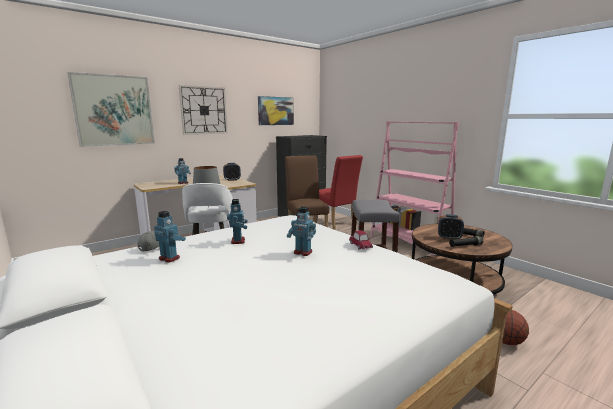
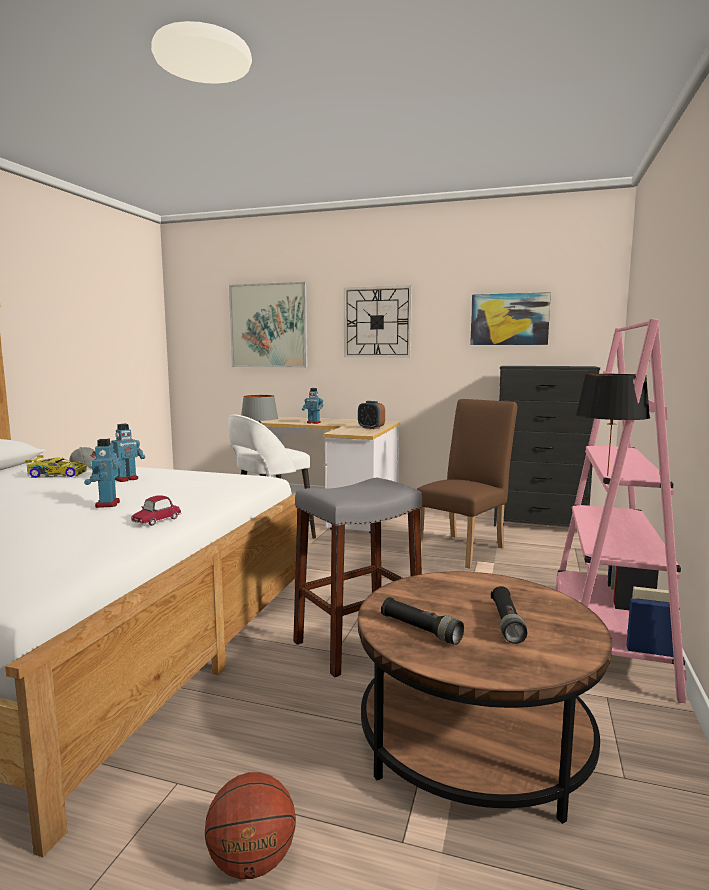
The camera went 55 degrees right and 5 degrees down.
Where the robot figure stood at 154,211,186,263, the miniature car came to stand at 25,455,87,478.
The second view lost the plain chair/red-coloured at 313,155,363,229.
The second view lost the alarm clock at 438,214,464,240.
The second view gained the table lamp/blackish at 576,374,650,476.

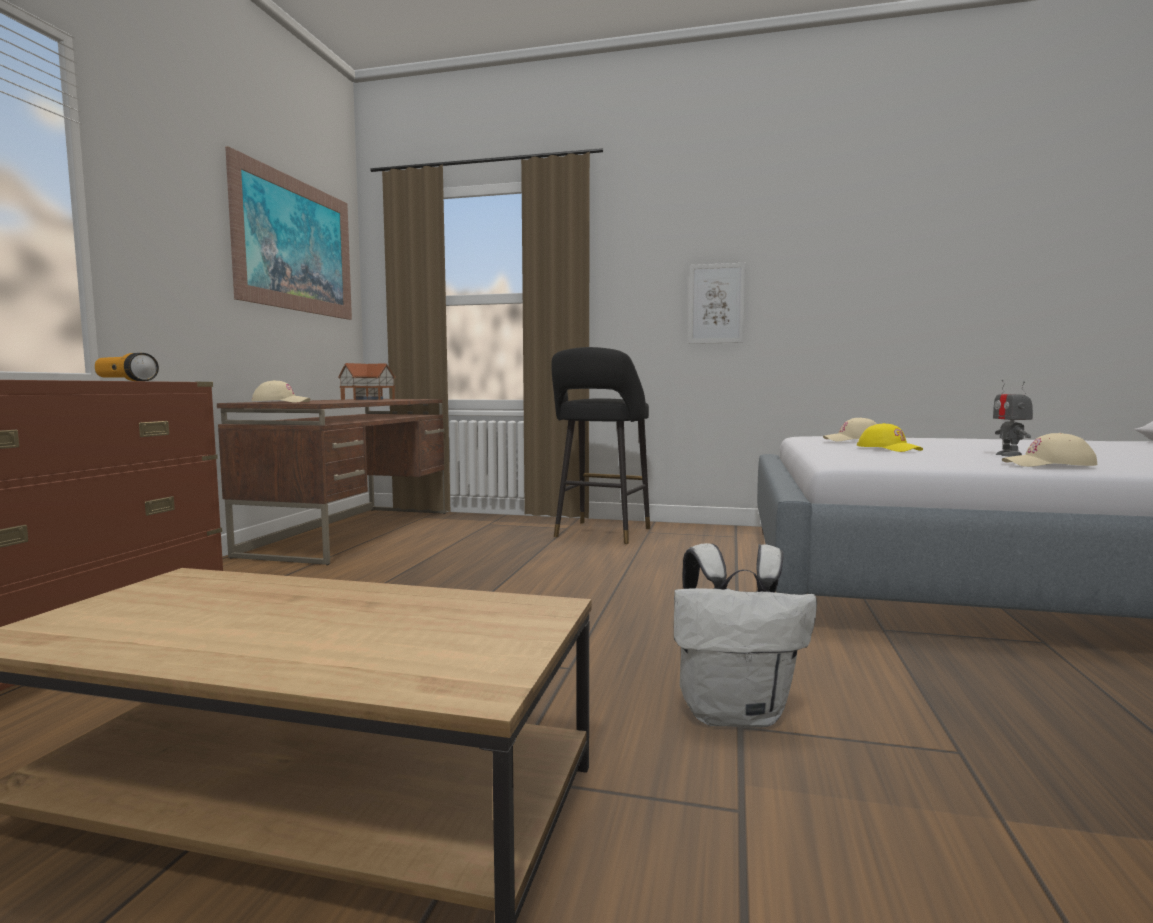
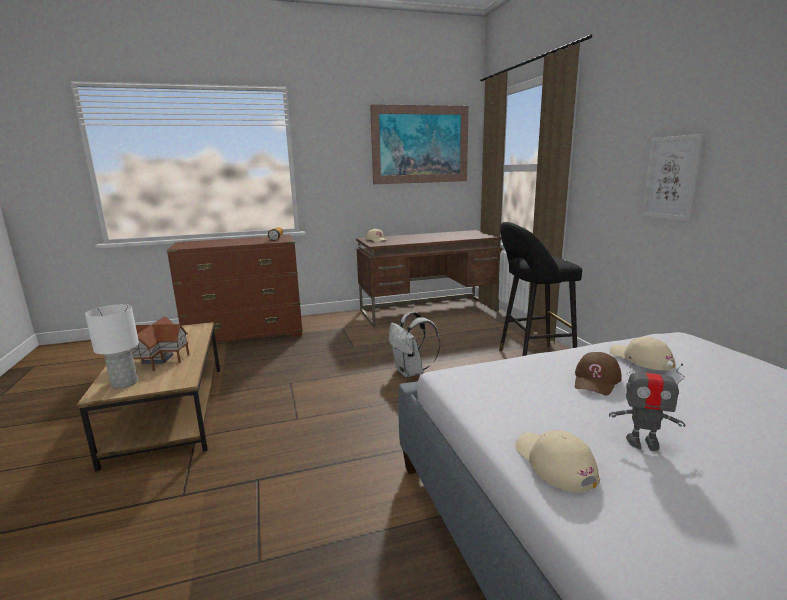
The camera went 60 degrees right and 10 degrees up.
The toy house ended up elsewhere, having gone from 338,363,396,400 to 132,316,189,371.
The backpack/whitish ended up elsewhere, having gone from 674,543,817,728 to 389,312,440,377.
What was the cap/yellowish at 857,423,923,452 turned into the cap/brownish at 575,352,622,396.
The robot figure at 993,380,1033,456 ended up facing another way, 135 degrees counterclockwise from before.
The second view gained the table lamp/whitish at 85,304,139,389.

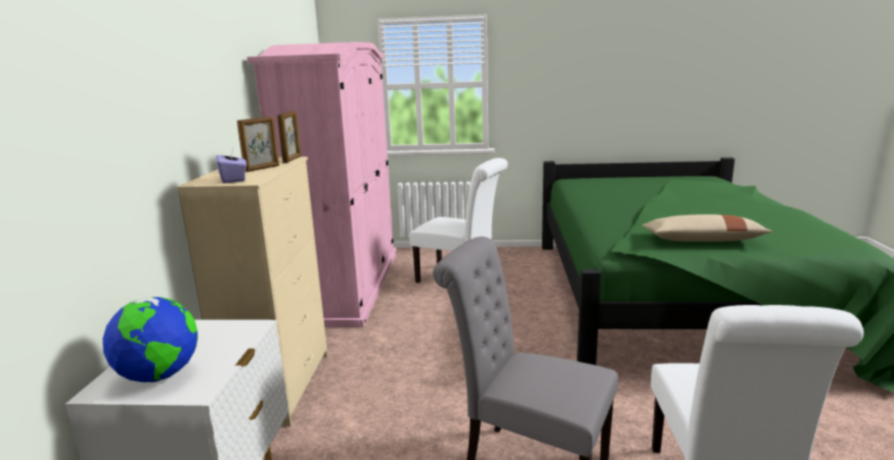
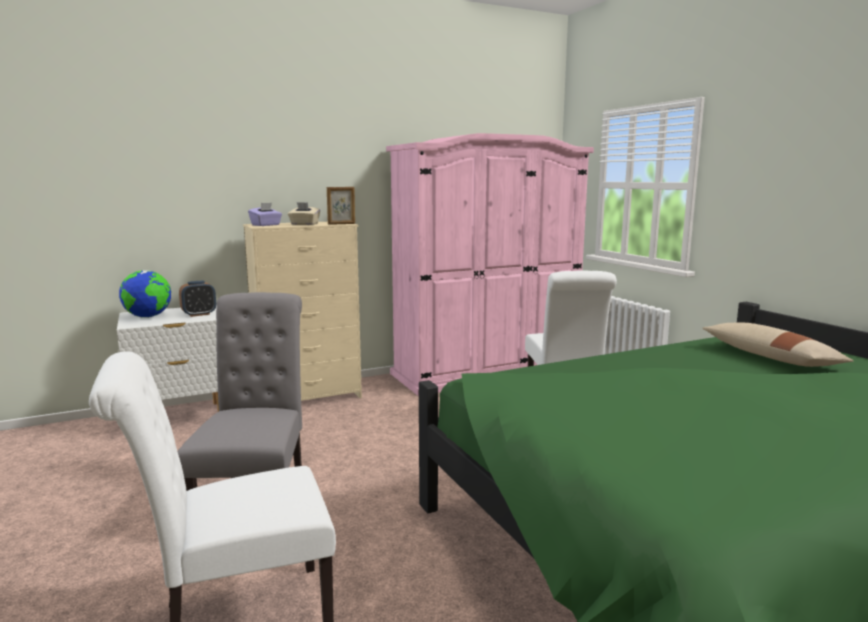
The camera went 60 degrees right and 5 degrees down.
Where the picture frame stood at 237,116,279,172, the box of tissues/beige-coloured came to stand at 288,202,320,225.
The pillow/beige-coloured ended up elsewhere, having gone from 642,214,773,242 to 702,323,854,367.
The second view gained the alarm clock at 179,281,216,317.

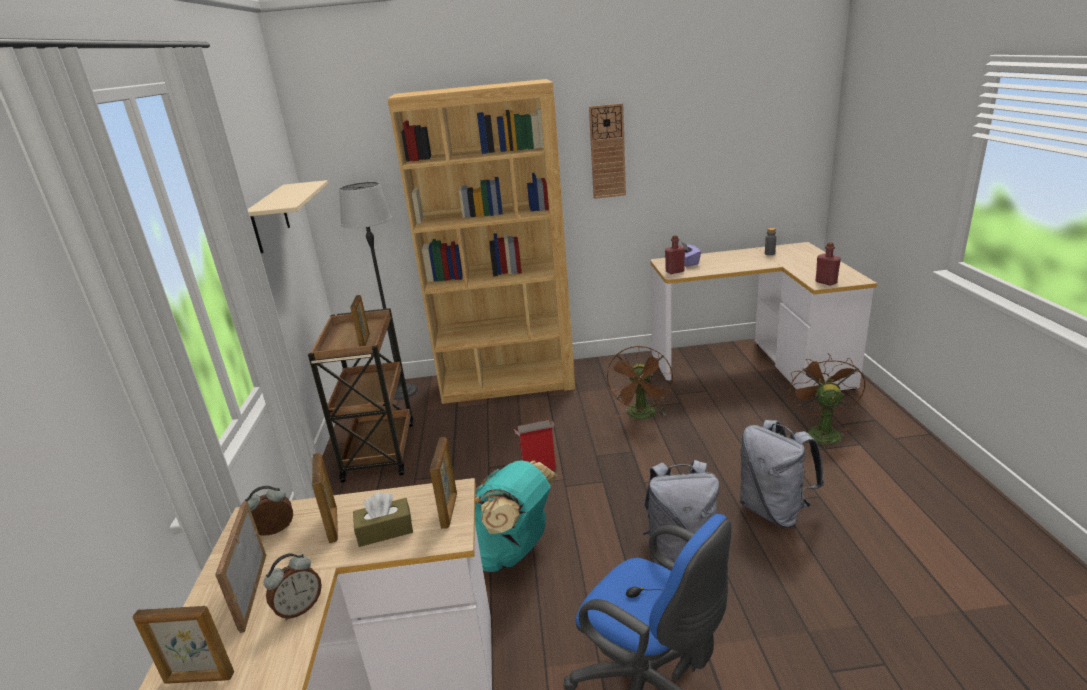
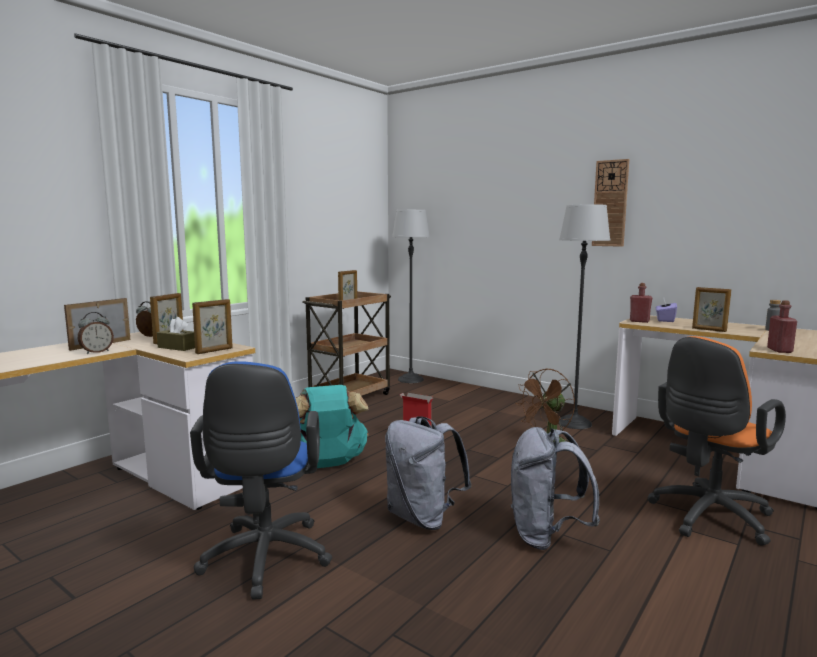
The camera went 40 degrees right and 15 degrees down.
The picture frame ended up elsewhere, having gone from 133,606,234,684 to 692,287,731,332.
The second view lost the shelf/beige-coloured at 248,180,328,253.
The alarm clock at 264,553,322,621 ended up facing another way, 45 degrees counterclockwise from before.
The second view lost the shelving unit/brownish at 387,79,576,404.
Where the cooling fan/brownish stood at 789,353,866,450, the office chair/orange-coloured came to stand at 647,336,786,546.
The second view gained the standard lamp at 558,204,610,429.

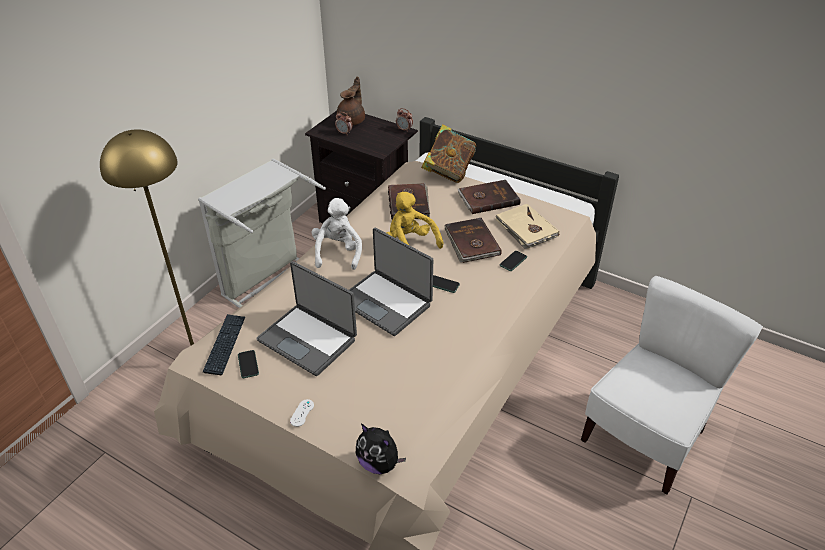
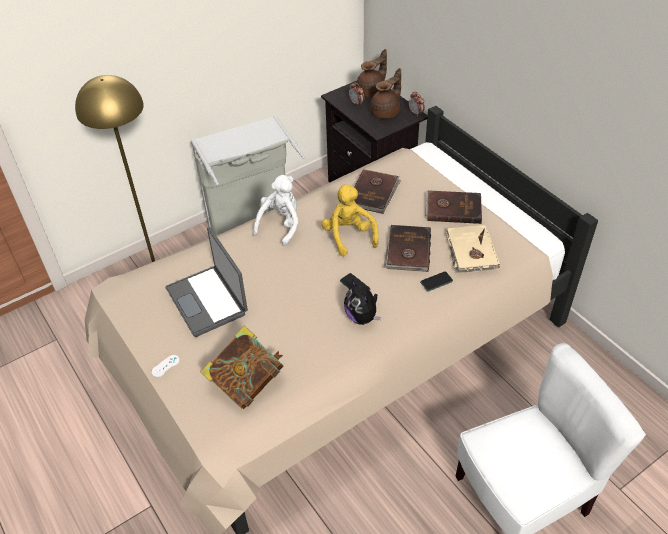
The camera went 25 degrees right and 5 degrees up.
The second view lost the computer keyboard at 203,314,245,375.
The second view lost the handset at 238,350,259,378.
The second view lost the portable computer at 349,228,433,336.
The cuddly toy ended up elsewhere, having gone from 356,424,406,474 to 344,279,381,325.
The book ended up elsewhere, having gone from 421,124,476,183 to 200,325,284,409.
The second view gained the teapot/brownish at 370,68,401,119.

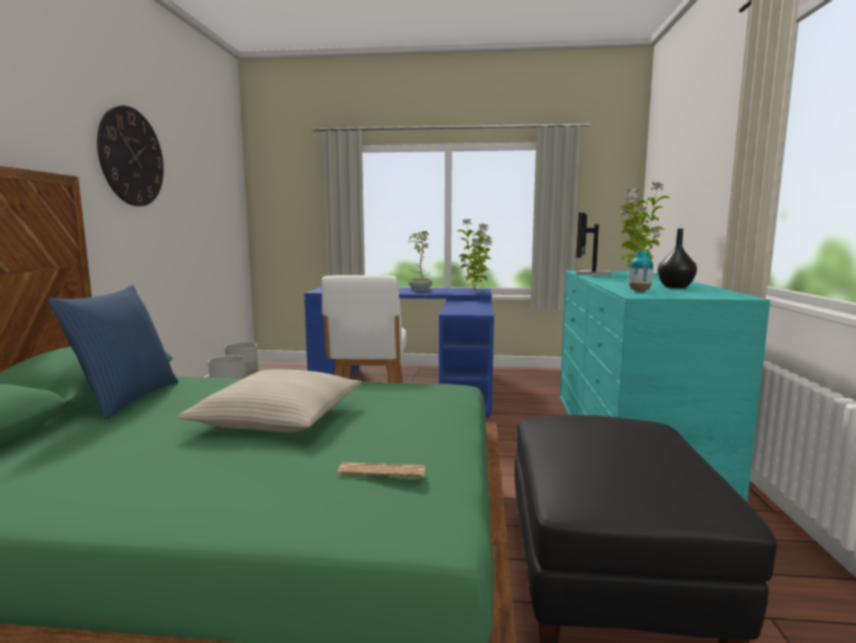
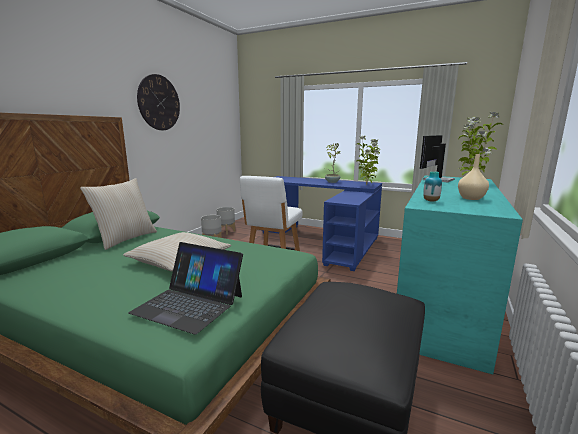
The camera went 20 degrees right and 5 degrees up.
What was the pillow/bluish at 48,285,178,419 turned into the pillow/beige-coloured at 80,178,157,250.
Where the newspaper stood at 338,462,425,477, the portable computer came to stand at 129,242,243,335.
What was the decorative vase/blackish at 658,228,697,288 turned into the decorative vase/beige-coloured at 458,154,489,200.

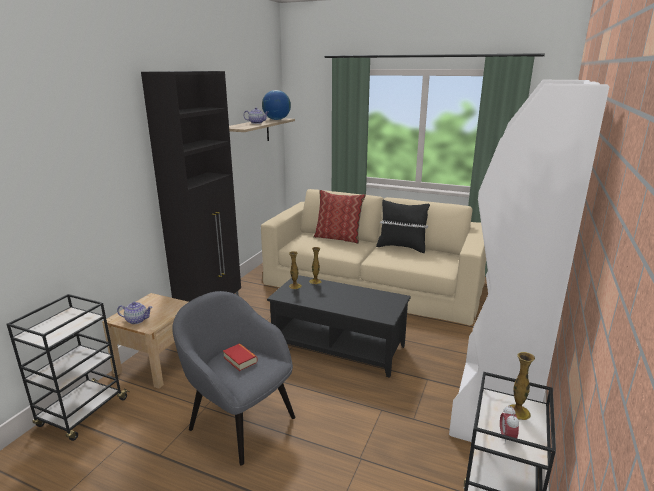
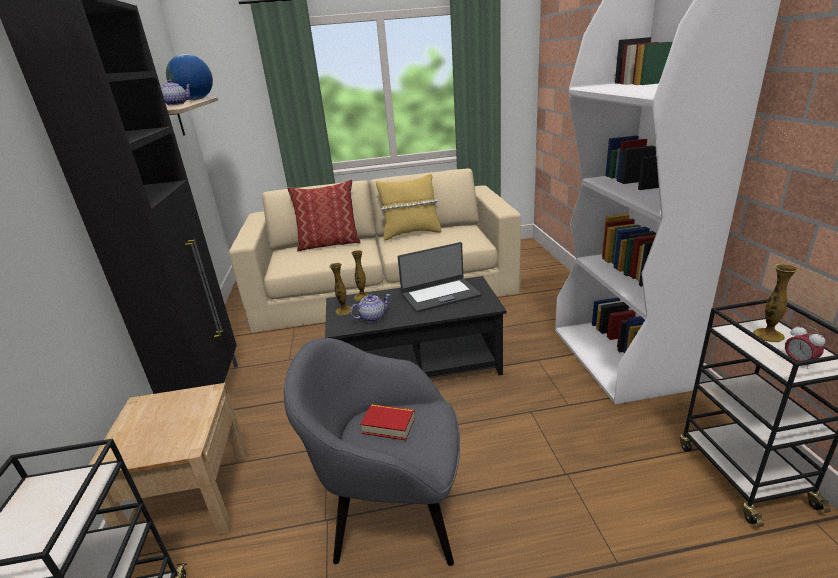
The camera went 30 degrees left and 5 degrees up.
The teapot ended up elsewhere, having gone from 117,302,152,324 to 350,294,390,323.
What was the pillow/blackish at 376,199,430,253 turned into the pillow/yellowish at 376,174,441,241.
The second view gained the portable computer at 398,242,481,312.

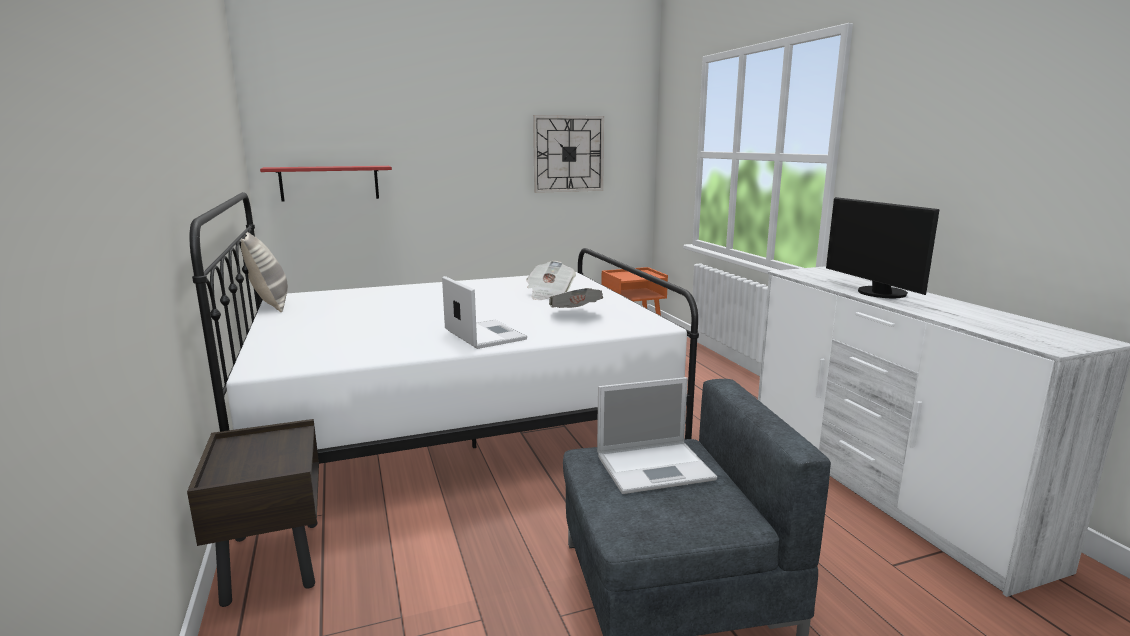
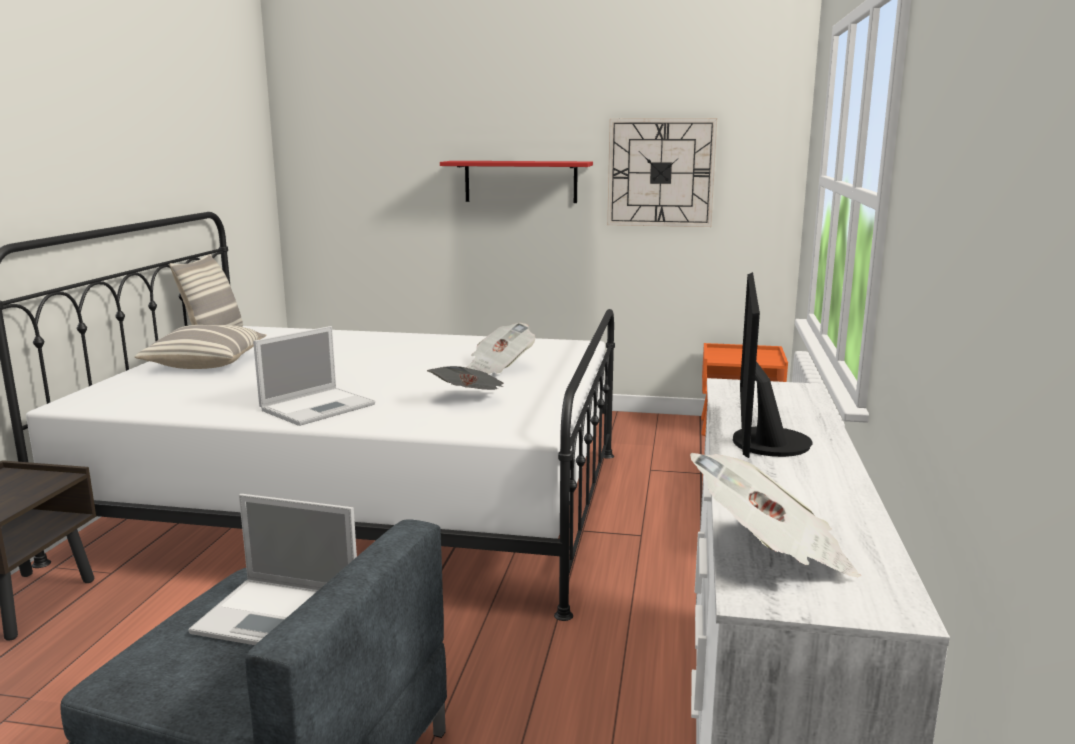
The camera went 30 degrees right and 0 degrees up.
The shelf/red-coloured ended up elsewhere, having gone from 260,166,392,202 to 440,161,593,203.
The portable computer at 442,276,527,349 ended up facing another way, 45 degrees clockwise from before.
The second view gained the pillow at 135,325,267,369.
The second view gained the newspaper at 690,453,861,577.

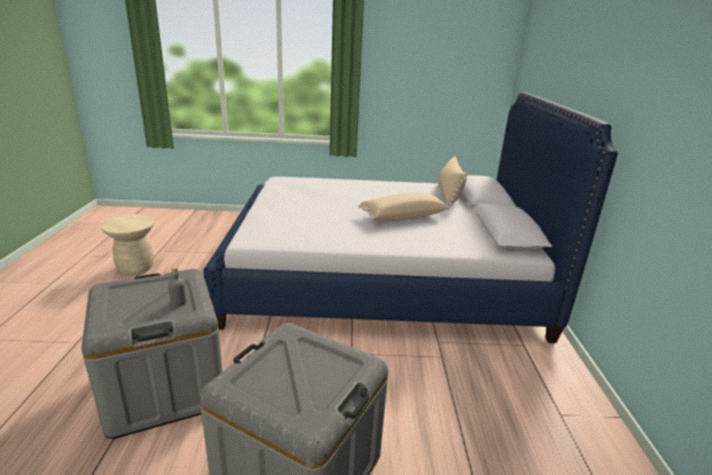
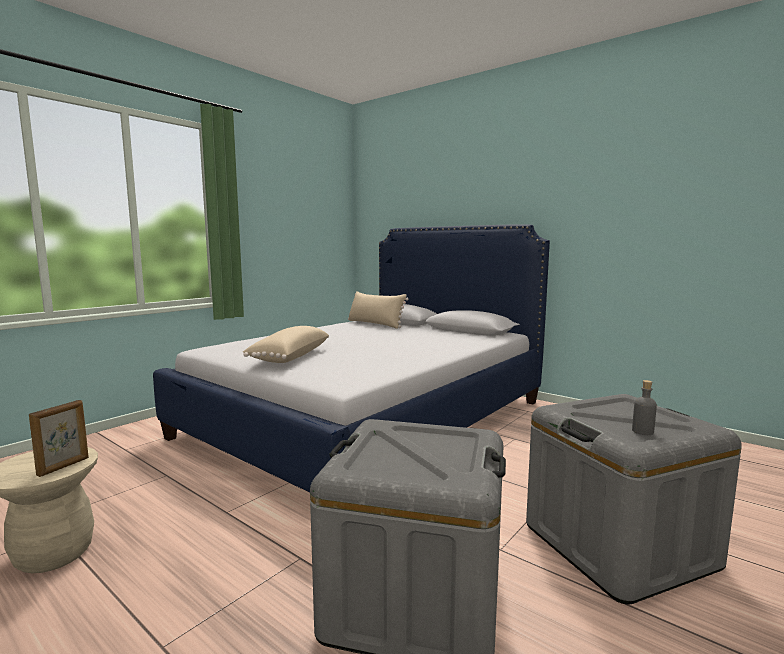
The camera went 50 degrees left and 15 degrees down.
The bottle/greyish ended up elsewhere, having gone from 168,266,187,307 to 632,380,657,435.
The pillow/beige-coloured ended up elsewhere, having gone from 358,193,449,222 to 243,326,329,363.
The second view gained the picture frame at 29,400,89,477.

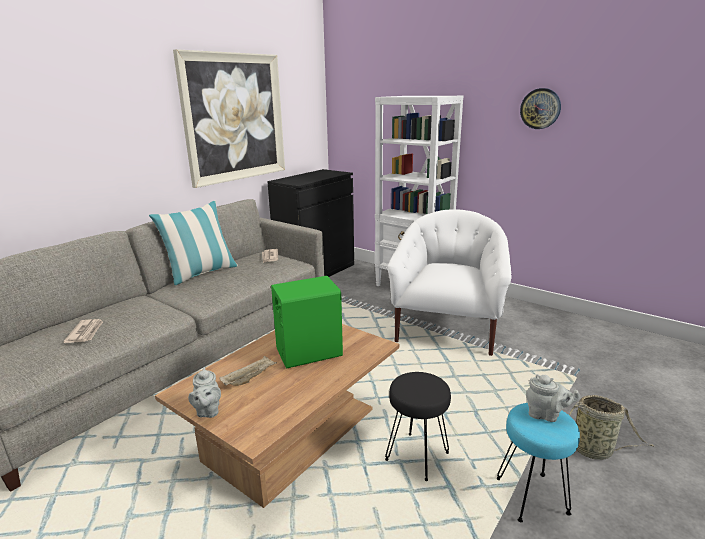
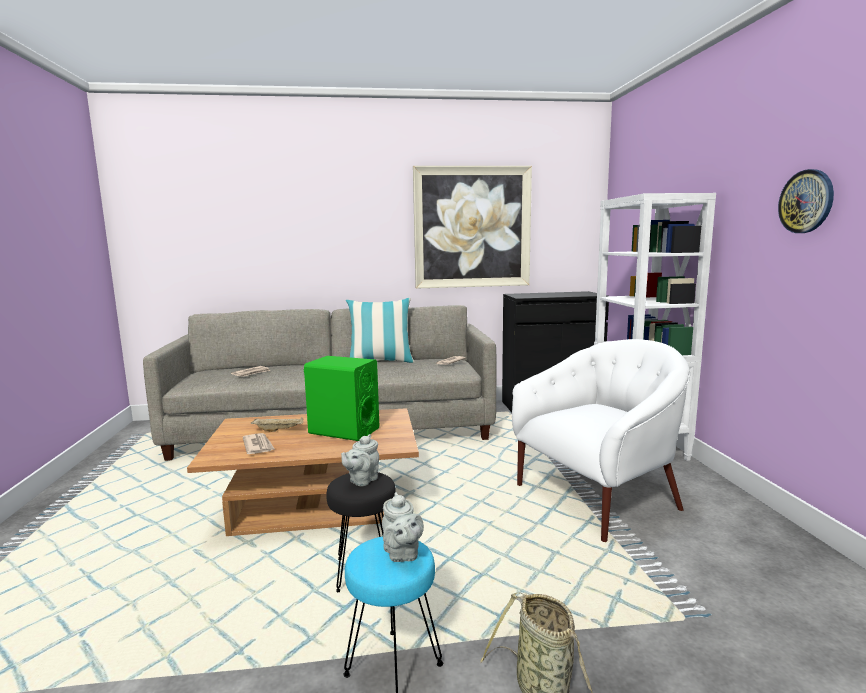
The camera went 45 degrees right and 10 degrees down.
The teapot/greyish ended up elsewhere, having gone from 188,367,221,418 to 341,434,379,486.
The second view gained the newspaper at 243,433,274,454.

